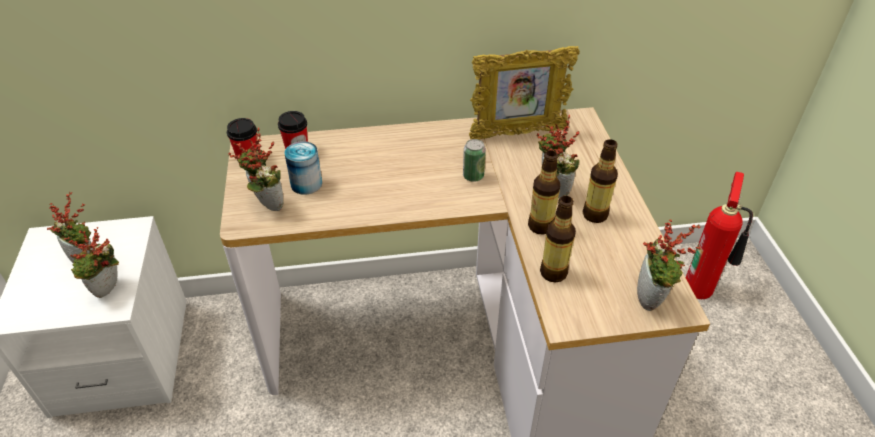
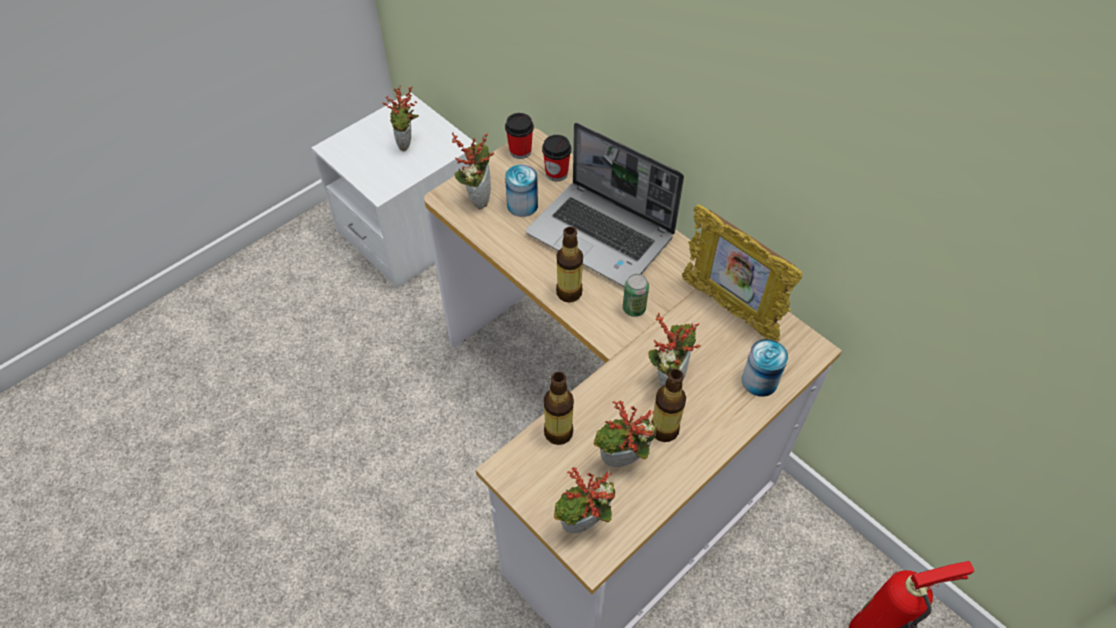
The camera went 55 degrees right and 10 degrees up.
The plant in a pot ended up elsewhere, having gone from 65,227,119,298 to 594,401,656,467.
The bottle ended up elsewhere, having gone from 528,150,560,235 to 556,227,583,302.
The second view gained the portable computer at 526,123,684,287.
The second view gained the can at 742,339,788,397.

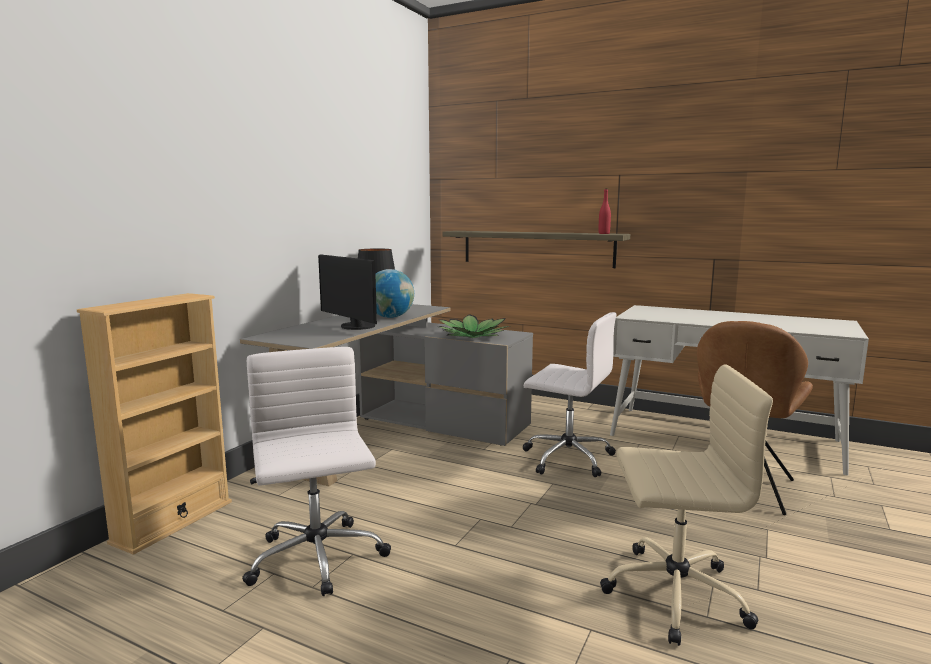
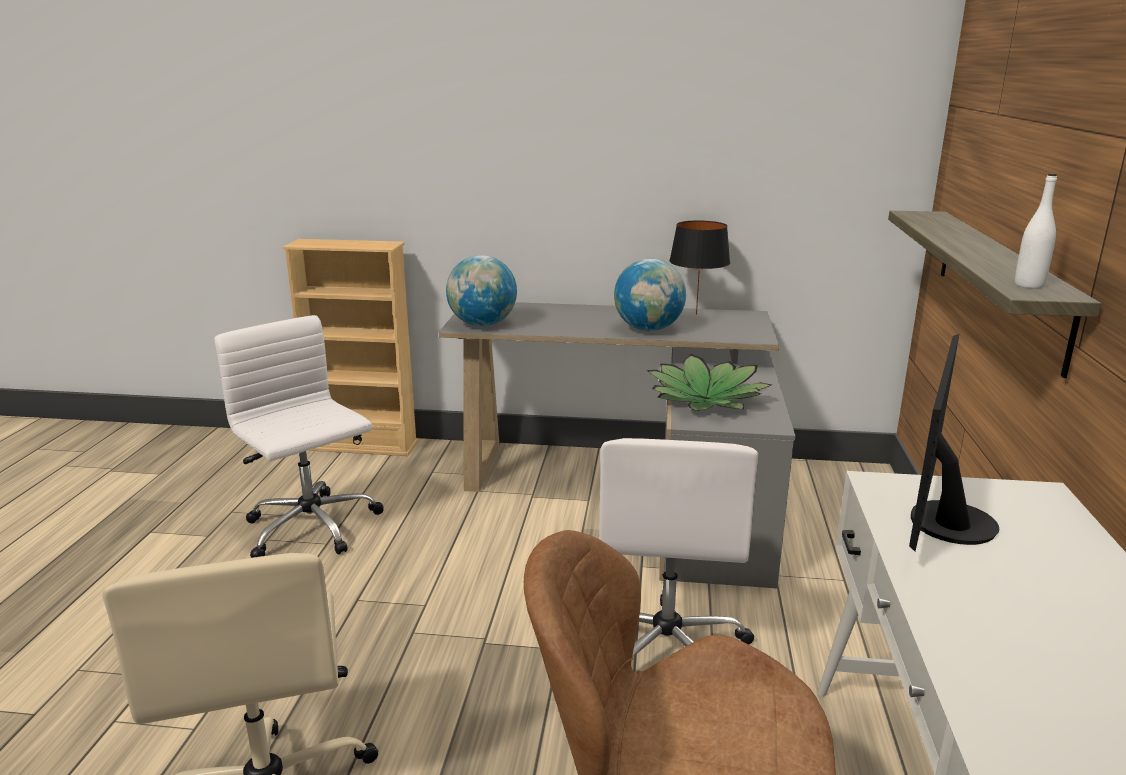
The camera went 70 degrees right and 10 degrees up.
The office chair/whitish at 242,347,391,596 ended up facing another way, 90 degrees counterclockwise from before.
The computer screen ended up elsewhere, having gone from 318,254,377,330 to 909,334,999,551.
What was the bottle/red-coloured at 599,188,611,234 turned into the bottle/whitish at 1015,173,1057,289.
The second view gained the desk globe at 446,255,517,326.

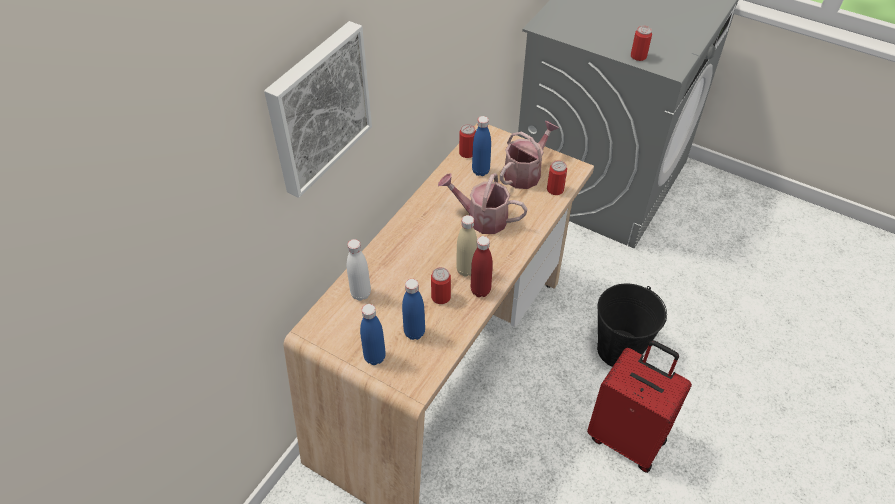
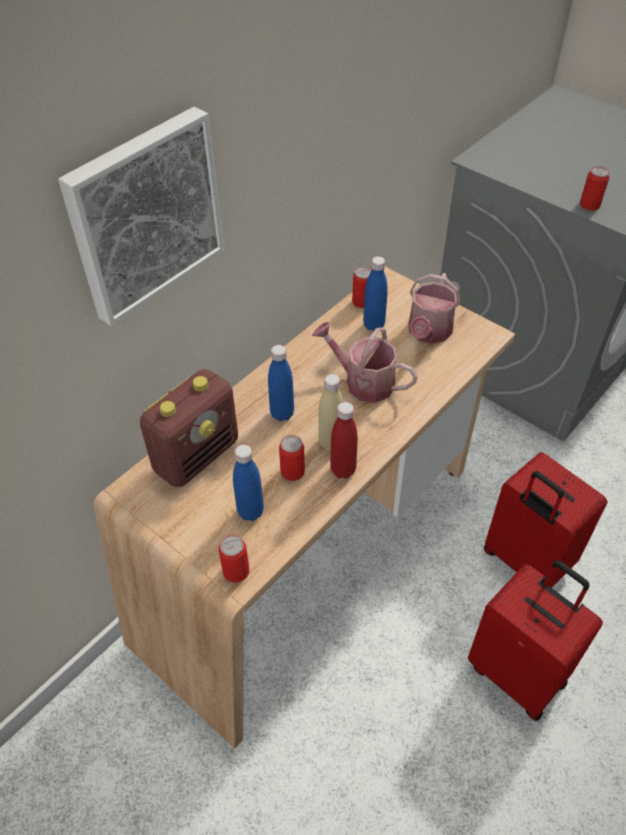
The camera went 10 degrees right and 0 degrees up.
Where the bottle/whitish stood at 347,239,371,301, the radio set came to stand at 140,369,238,487.
The bottle/bluish ended up elsewhere, having gone from 360,304,386,365 to 268,345,294,421.
The watering can at 500,121,559,189 ended up facing another way, 150 degrees clockwise from before.
The can ended up elsewhere, having gone from 547,160,567,195 to 219,535,249,583.
Where the water bucket/blackish stood at 597,283,667,367, the travel case/red-coloured came to stand at 484,452,607,588.

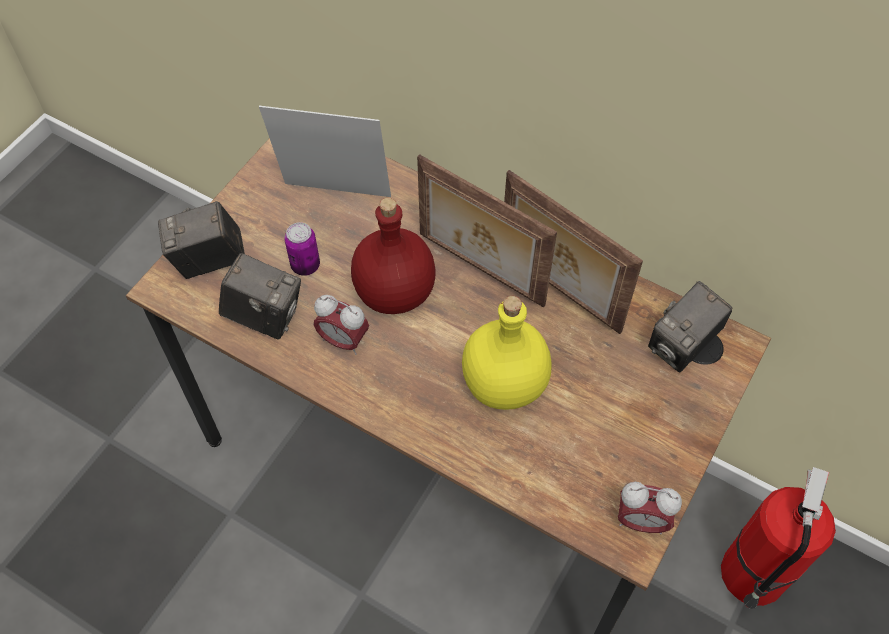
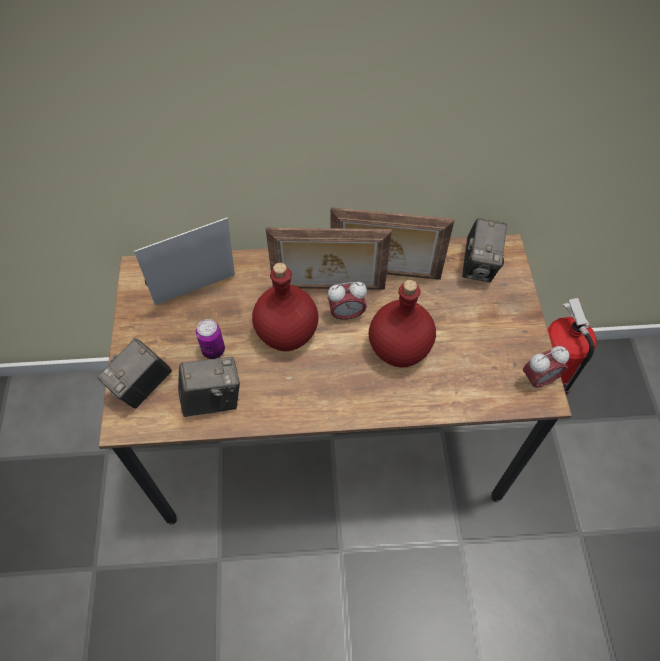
The camera went 35 degrees left and 0 degrees up.
The alarm clock ended up elsewhere, having gone from 314,295,369,355 to 328,282,367,322.
What was the bottle/yellowish at 462,296,552,410 turned into the bottle/red-coloured at 369,280,436,368.

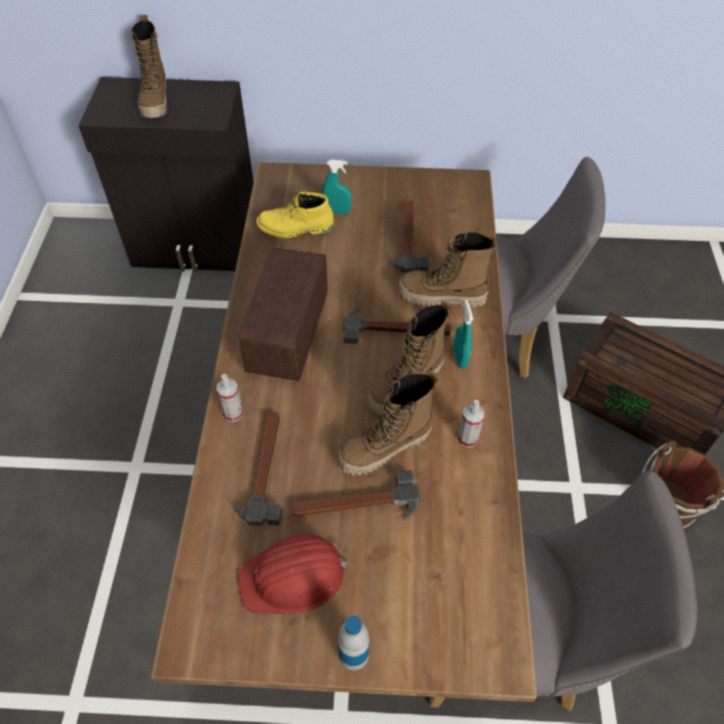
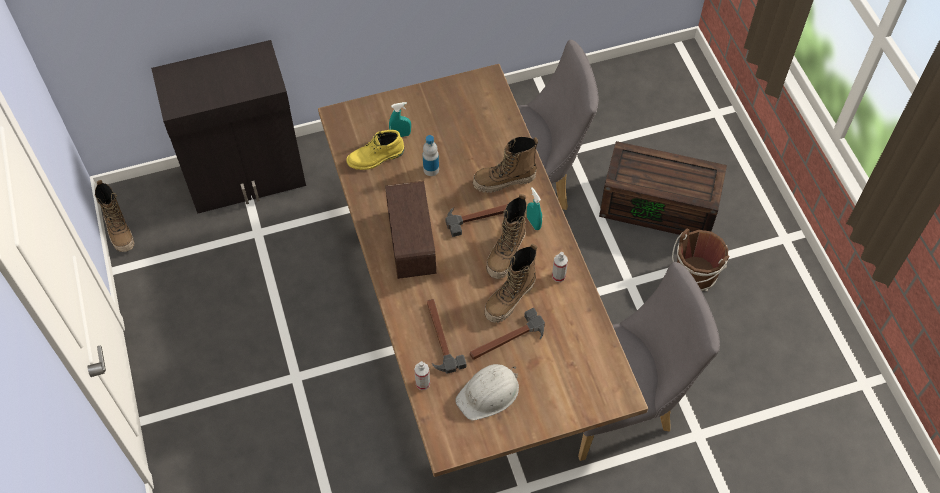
The camera went 20 degrees left and 5 degrees up.
The tall boot ended up elsewhere, having gone from 131,15,167,118 to 95,180,134,252.
The hand sprayer ended up elsewhere, having gone from 216,374,243,422 to 414,361,430,390.
What was the safety helmet/red-coloured at 238,534,349,615 turned into the safety helmet/whitish at 455,364,519,421.
The bottle ended up elsewhere, having gone from 338,615,369,670 to 423,135,439,176.
The second view lost the hand hammer at 389,201,429,273.

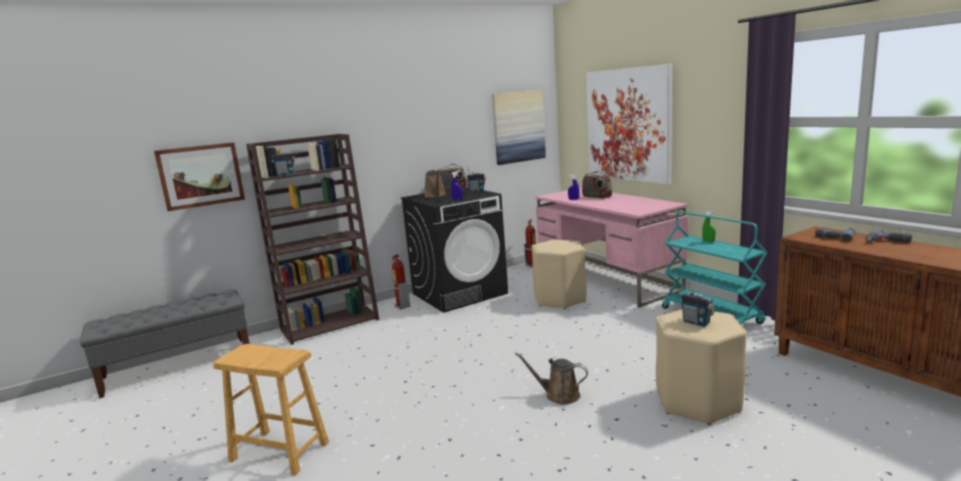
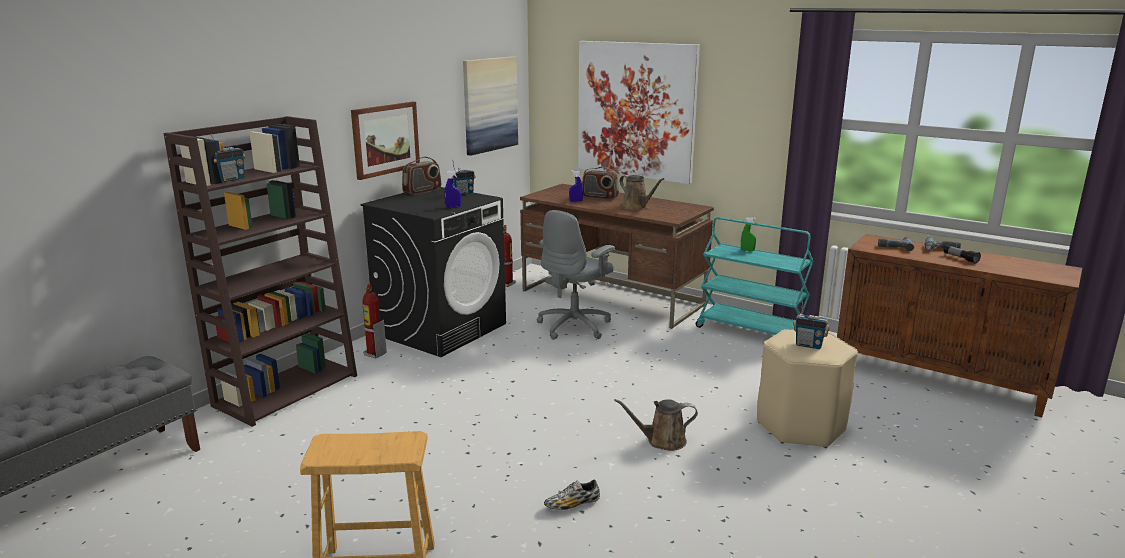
The camera went 25 degrees left and 5 degrees up.
The wall art ended up elsewhere, having gone from 154,142,245,211 to 351,102,420,180.
The watering can/brownish ended up elsewhere, having gone from 424,170,446,198 to 620,175,664,210.
Where the stool/beige-coloured stood at 532,240,587,309, the office chair/greyish came to stand at 536,210,615,340.
What was the desk unit/pink at 535,188,688,308 turned into the desk unit/brownish at 520,184,714,329.
The second view gained the low shoe at 544,479,600,510.
The second view gained the hand torch at 943,245,981,263.

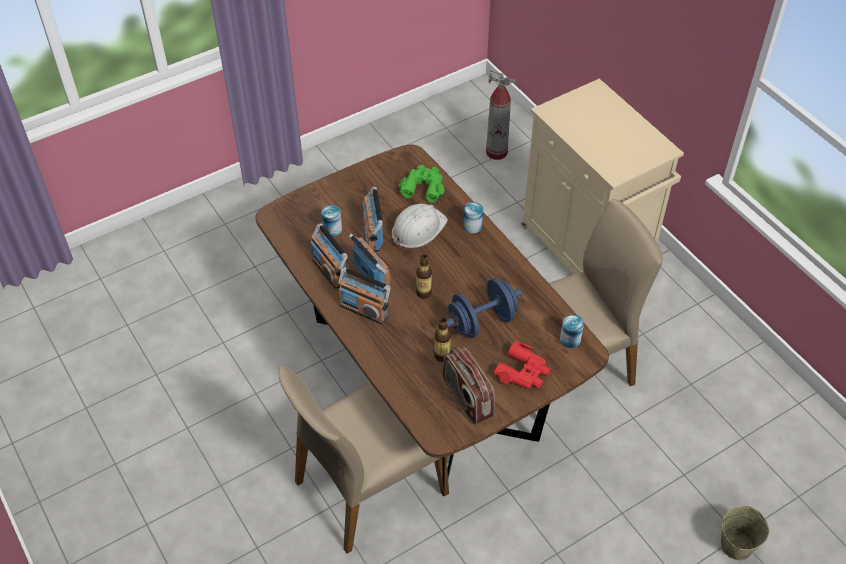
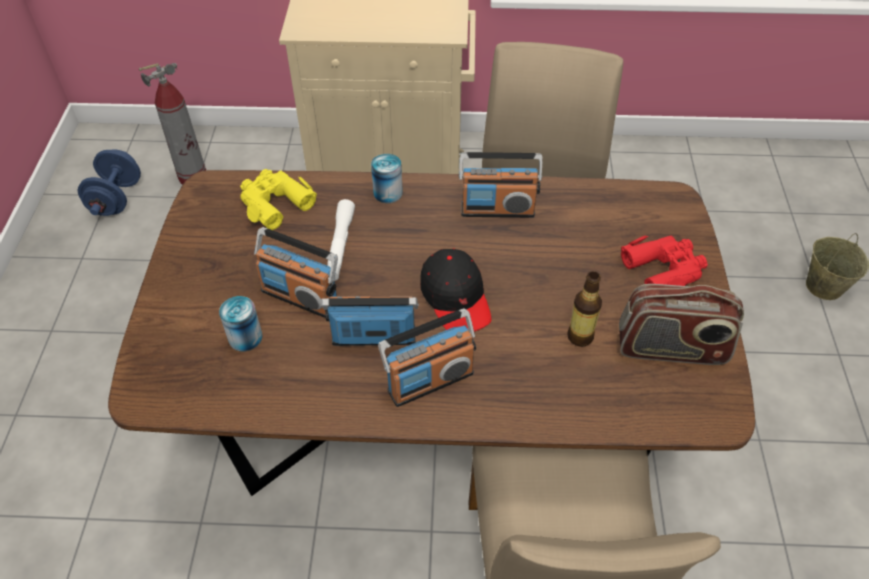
The camera went 55 degrees left and 0 degrees up.
The radio set ended up elsewhere, having gone from 310,224,348,289 to 459,152,543,218.
Where the safety helmet/whitish stood at 392,203,448,248, the hand torch/whitish came to stand at 327,199,355,281.
What was the pair of binoculars/green-coloured at 399,165,444,203 turned into the pair of binoculars/yellowish at 240,169,317,230.
Where the bottle stood at 416,254,432,299, the cap/blackish came to stand at 420,248,491,332.
The free weight/bluish ended up elsewhere, having gone from 447,278,522,338 to 78,149,141,216.
The second view lost the can at 560,314,584,348.

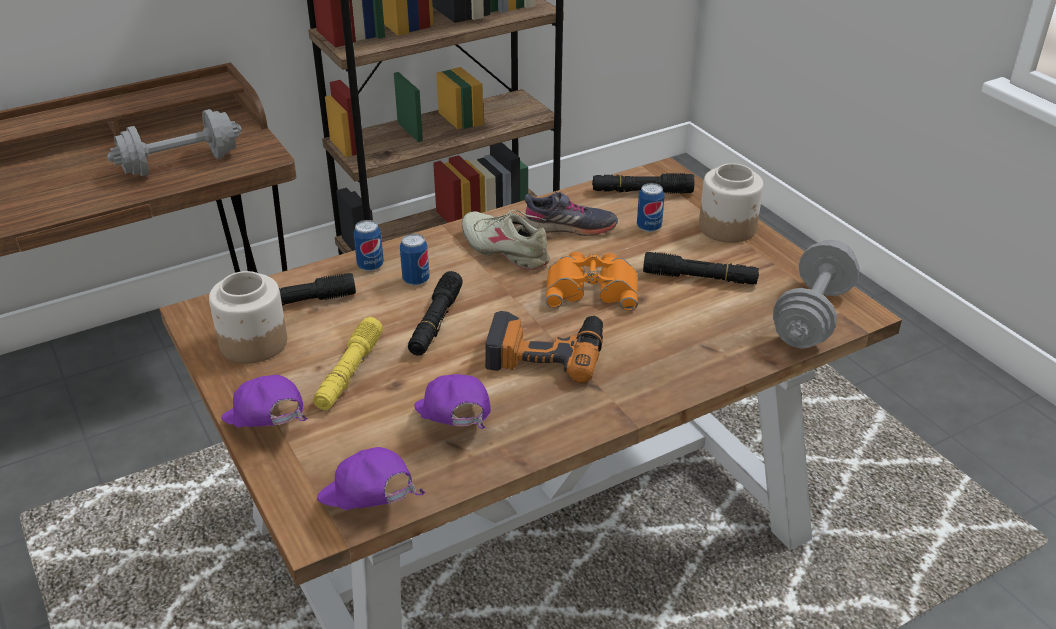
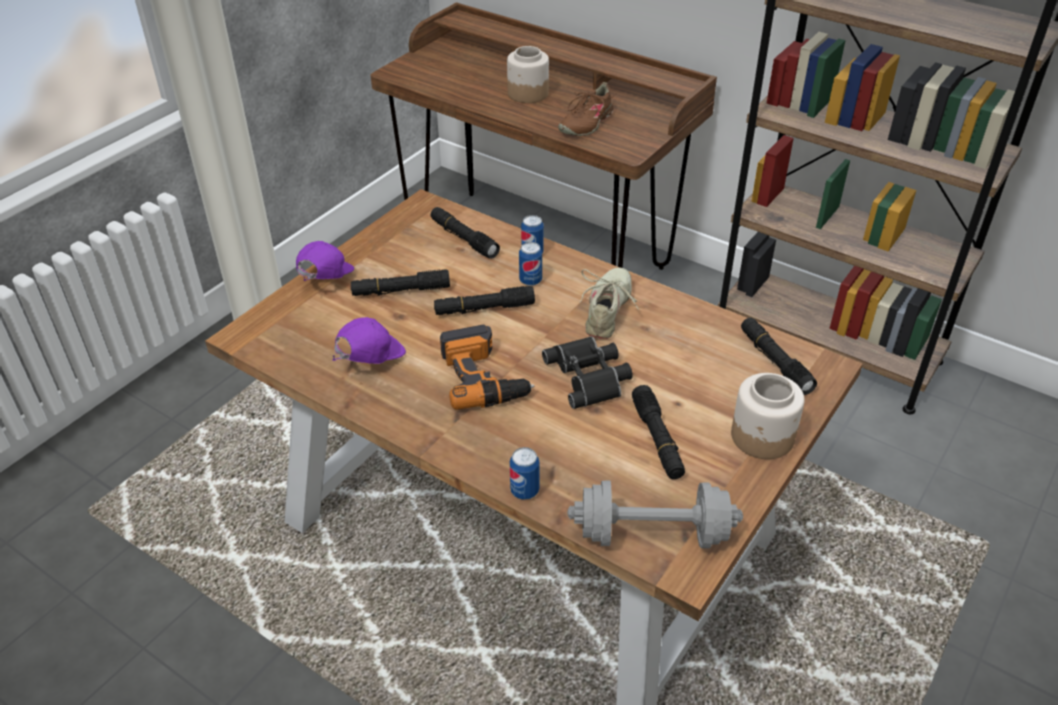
The camera went 65 degrees right and 5 degrees up.
Where the free weight/greyish stood at 107,109,242,176, the low shoe/brownish came to stand at 558,82,618,136.
The preserve jar ended up elsewhere, having gone from 209,271,287,364 to 507,46,549,103.
What was the hand torch/yellowish at 313,317,383,410 turned into the hand torch/blackish at 351,269,450,296.
The second view lost the cap/purple-coloured at 317,447,426,510.
The second view lost the low shoe/greyish at 524,192,618,236.
What was the pair of binoculars/orange-coloured at 546,252,638,311 turned into the pair of binoculars/blackish at 542,336,633,409.
The can ended up elsewhere, having gone from 637,183,665,232 to 510,447,539,500.

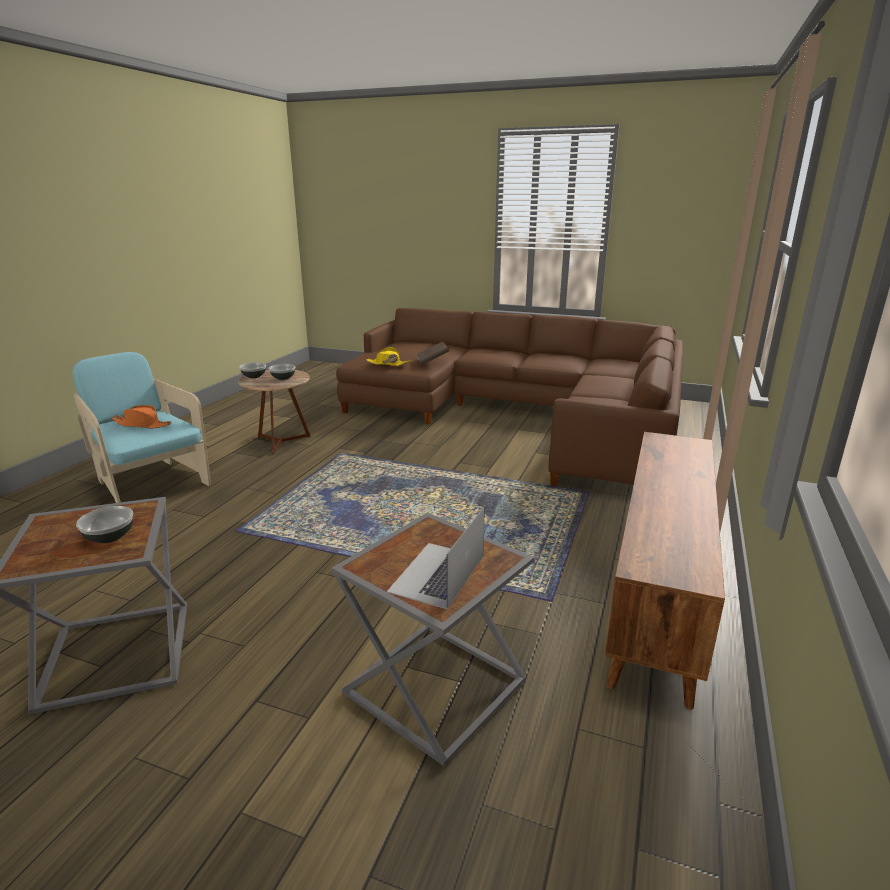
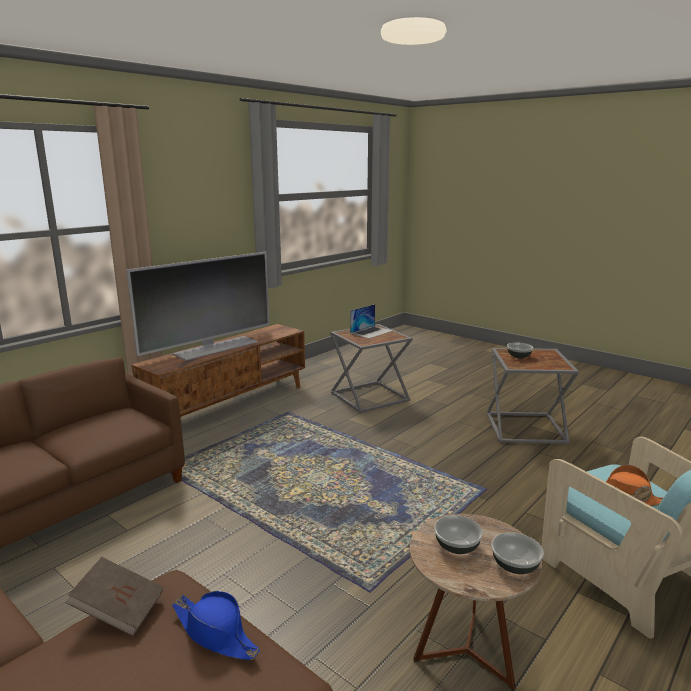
The camera went 160 degrees left and 5 degrees down.
What was the wearable hat/yellowish at 366,347,411,366 turned into the wearable hat/bluish at 172,591,260,660.
The second view gained the TV at 126,252,270,361.

